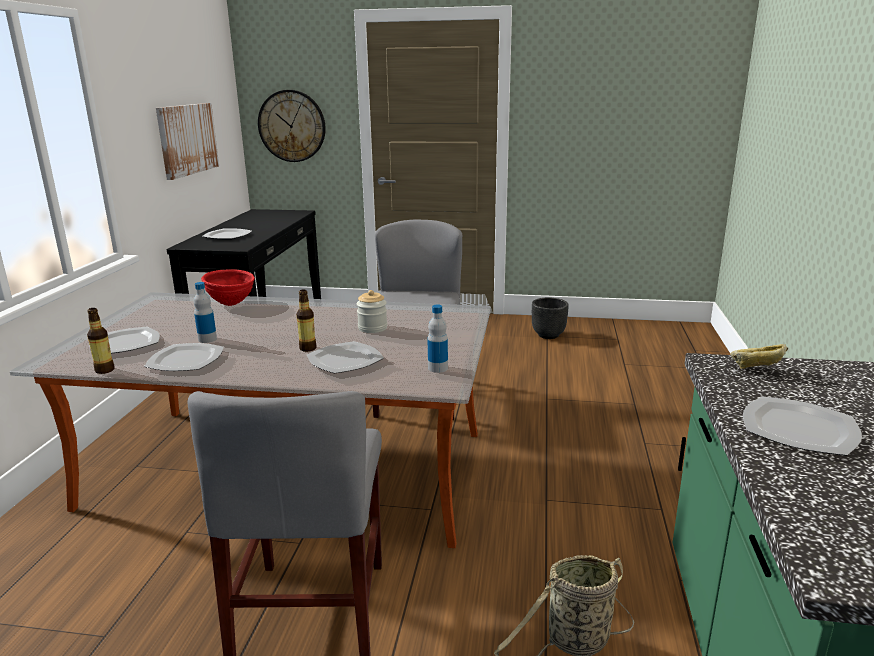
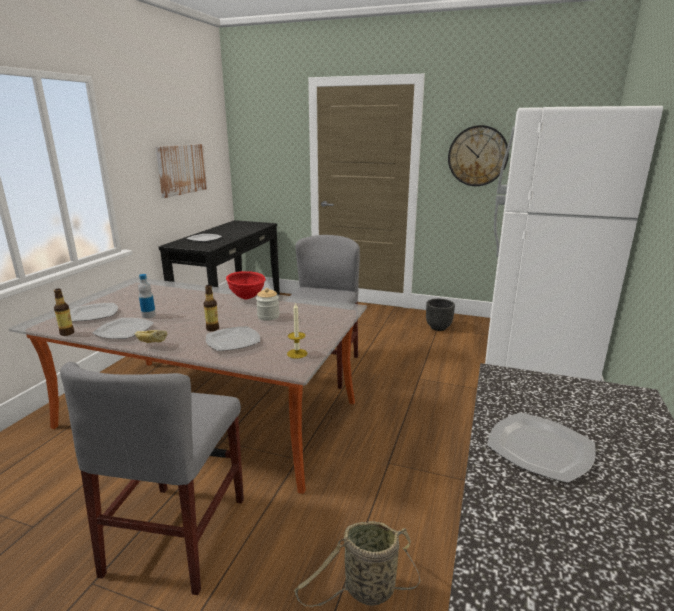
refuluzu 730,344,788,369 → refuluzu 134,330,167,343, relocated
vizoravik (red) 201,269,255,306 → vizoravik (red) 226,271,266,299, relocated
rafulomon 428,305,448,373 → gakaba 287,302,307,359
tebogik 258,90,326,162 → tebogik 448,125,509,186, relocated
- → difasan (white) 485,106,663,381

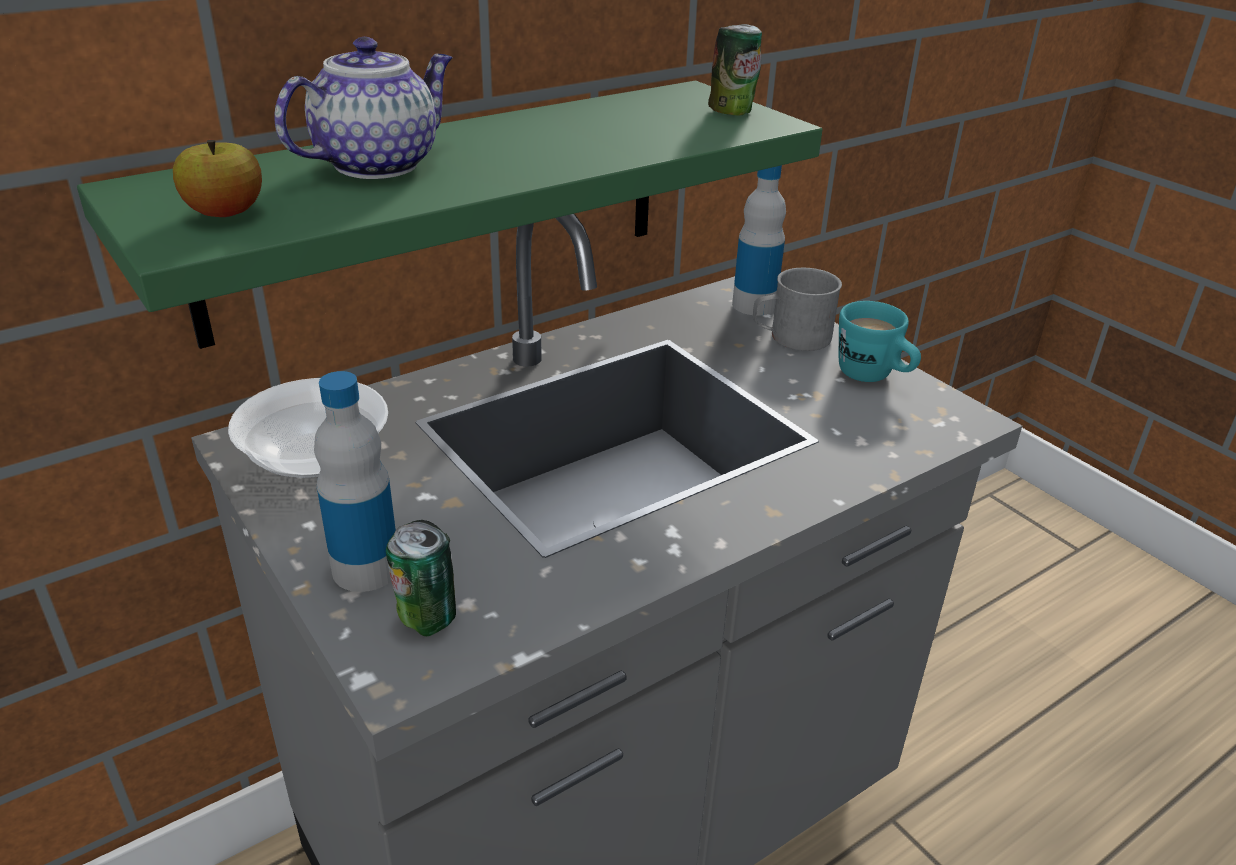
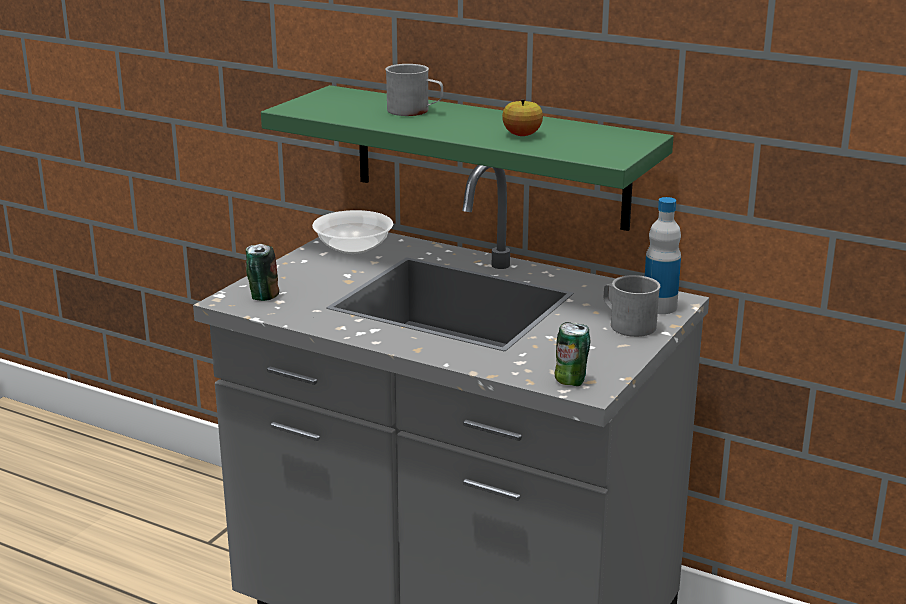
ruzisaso 274,37,453,179 → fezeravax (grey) 385,64,443,116
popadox 173,140,262,217 → popadox 502,99,543,136, relocated
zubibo 708,24,762,115 → zubibo 554,322,590,386, relocated
rafulomon 314,371,396,592 → -
fezeravax (turquoise) 839,301,921,382 → -

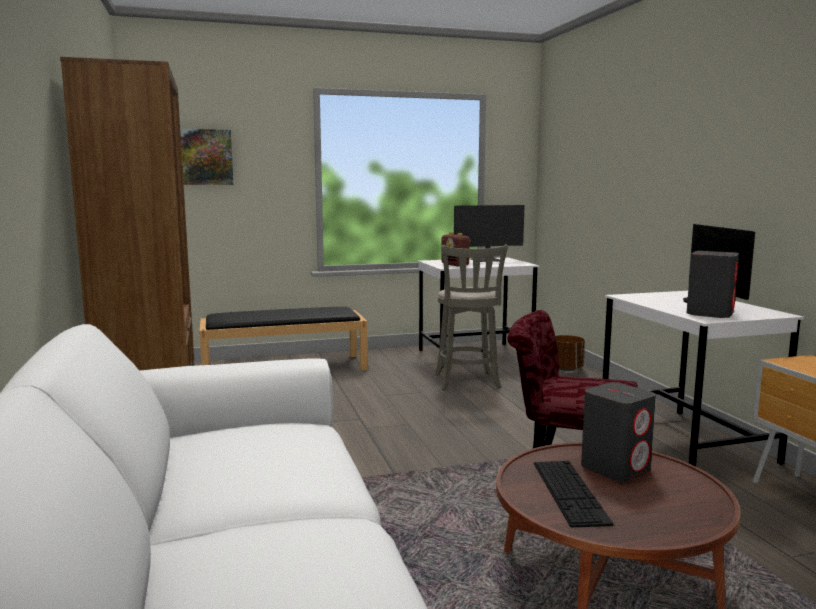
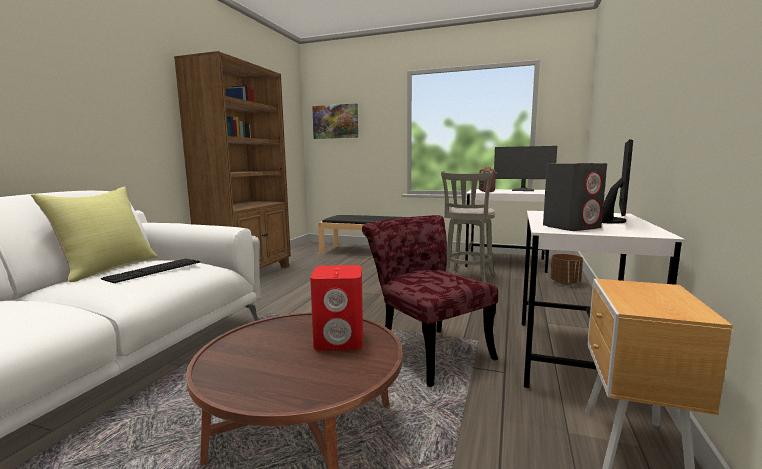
- → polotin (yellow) 31,187,158,282
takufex 534,461,613,527 → takufex 101,258,200,283, relocated
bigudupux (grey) 581,382,656,482 → bigudupux (red) 310,265,363,351

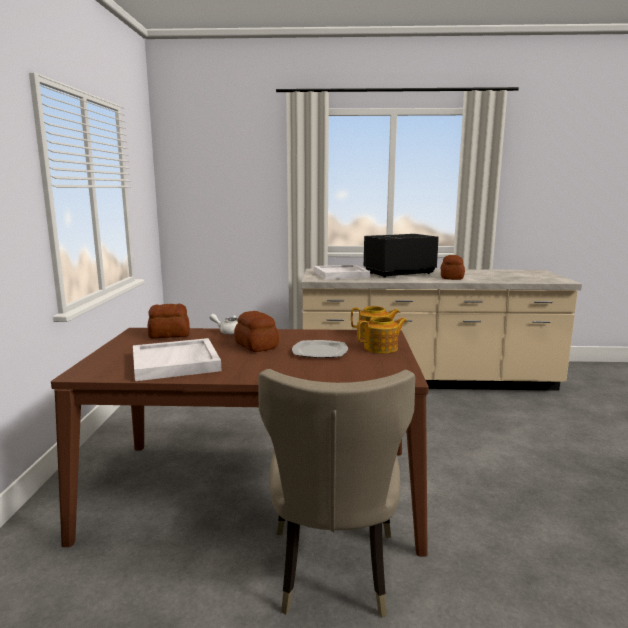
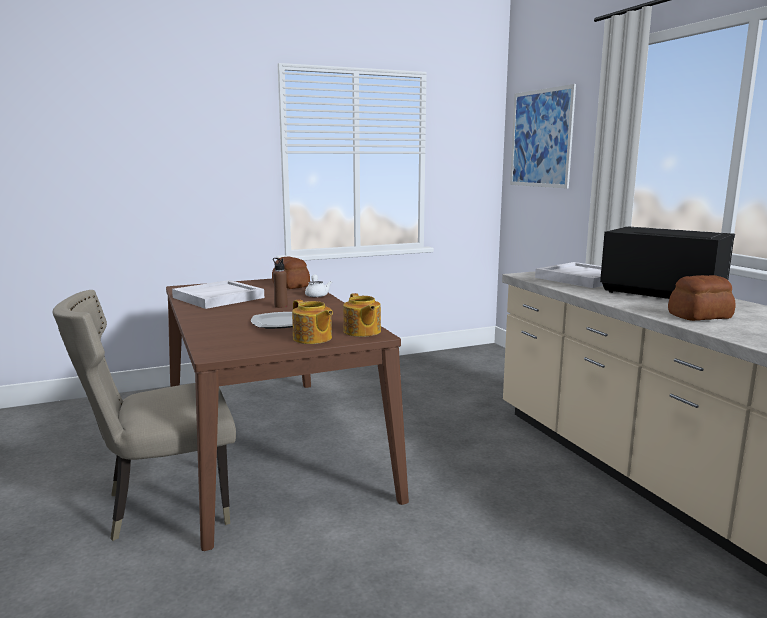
refuluzu 234,311,279,352 → rafulomon (brown) 273,258,288,308
- → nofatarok 510,84,576,189

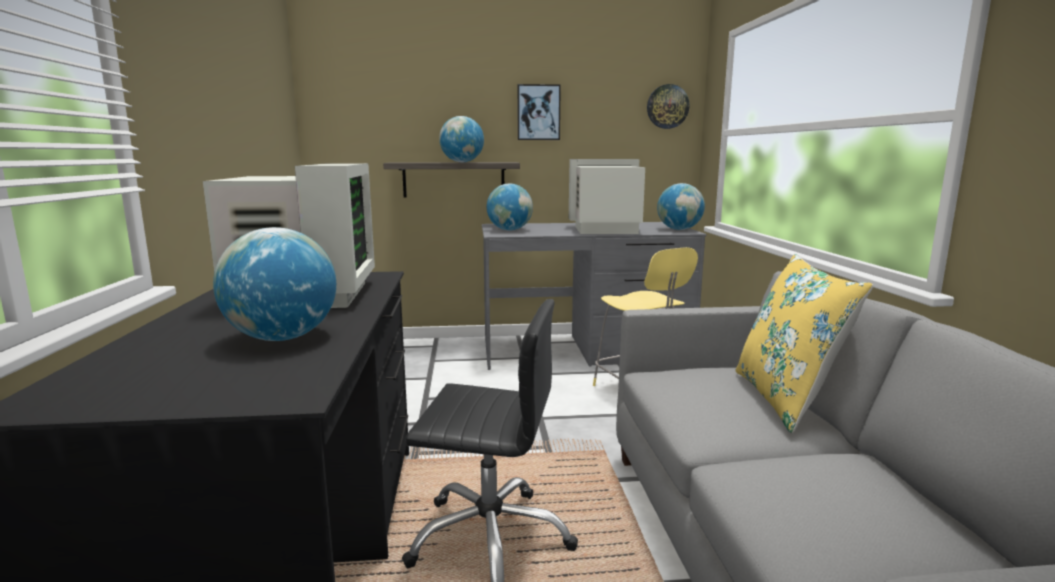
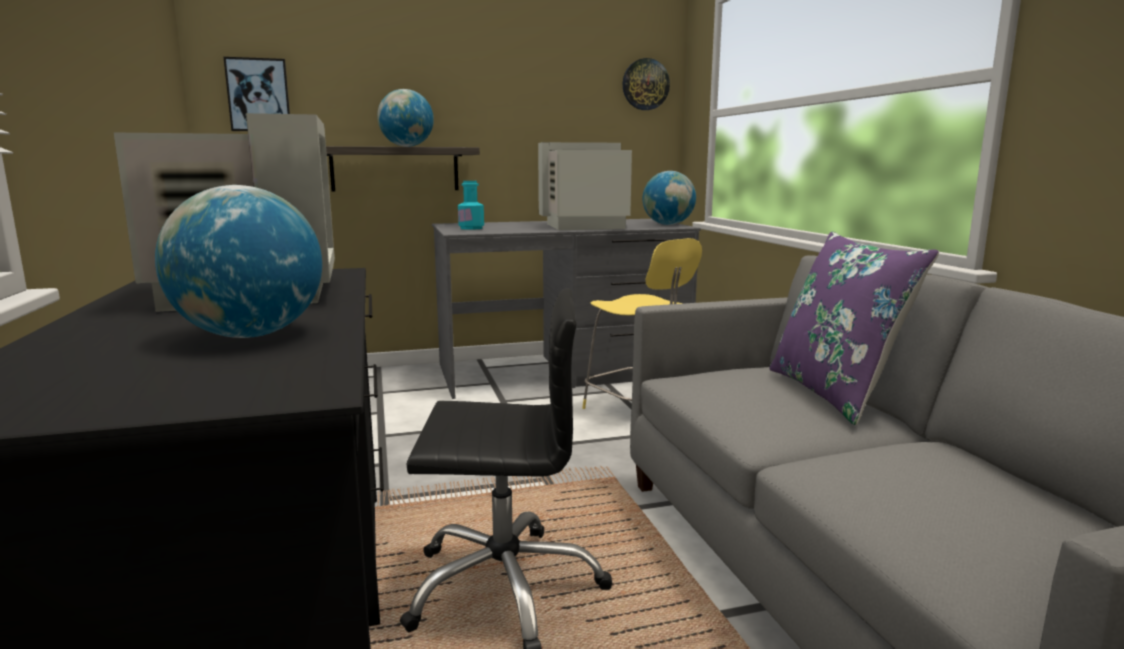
nofatarok 517,84,561,140 → nofatarok 224,57,290,131, relocated
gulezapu 487,183,533,231 → rafulomon (turquoise) 458,181,484,230
polotin (yellow) 735,254,873,433 → polotin (purple) 769,231,939,425

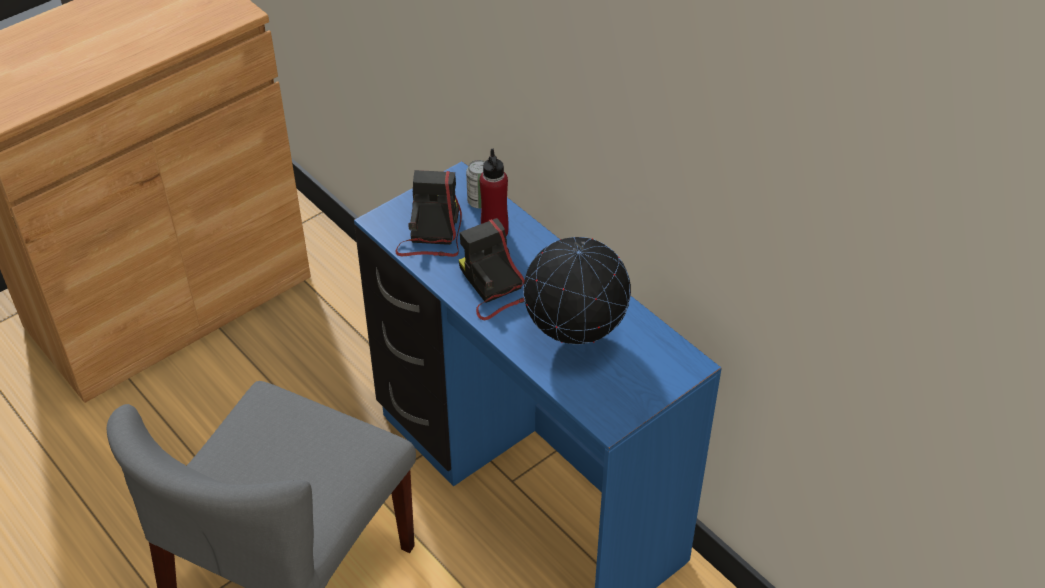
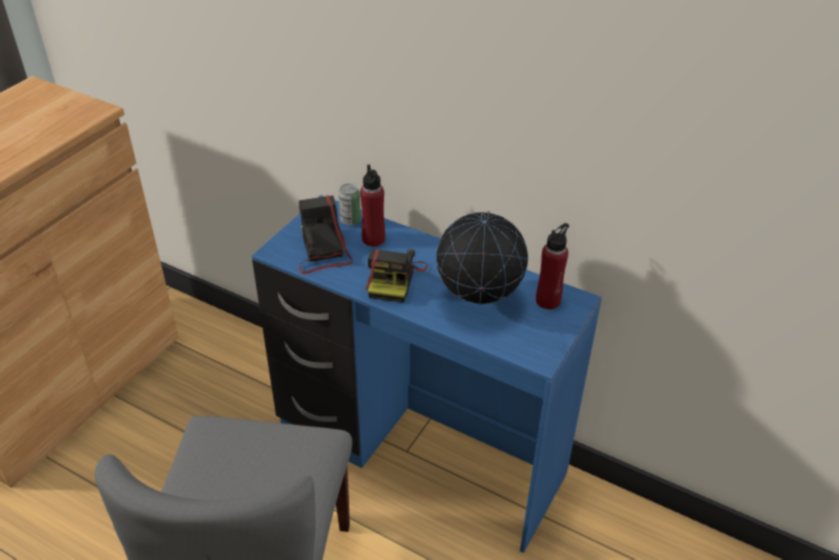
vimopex 459,218,525,320 → vimopex 366,249,428,303, 120 degrees counterclockwise
- → rafulomon (red) 536,223,569,309

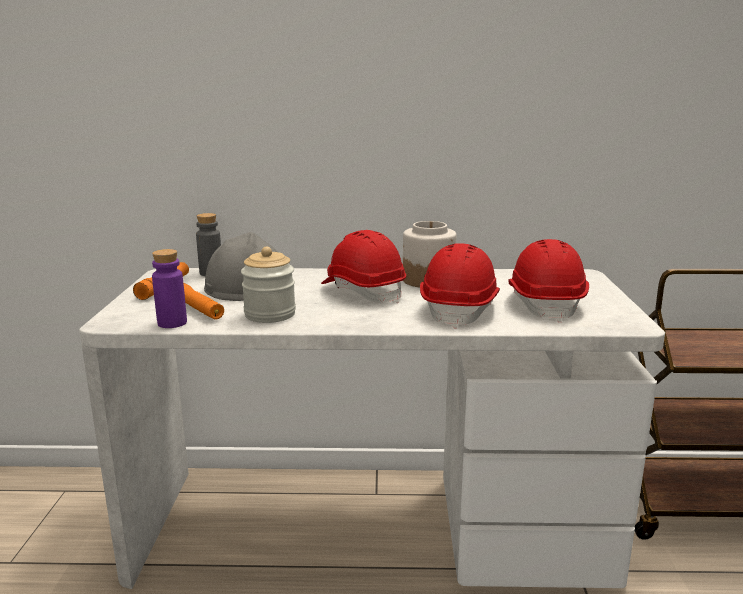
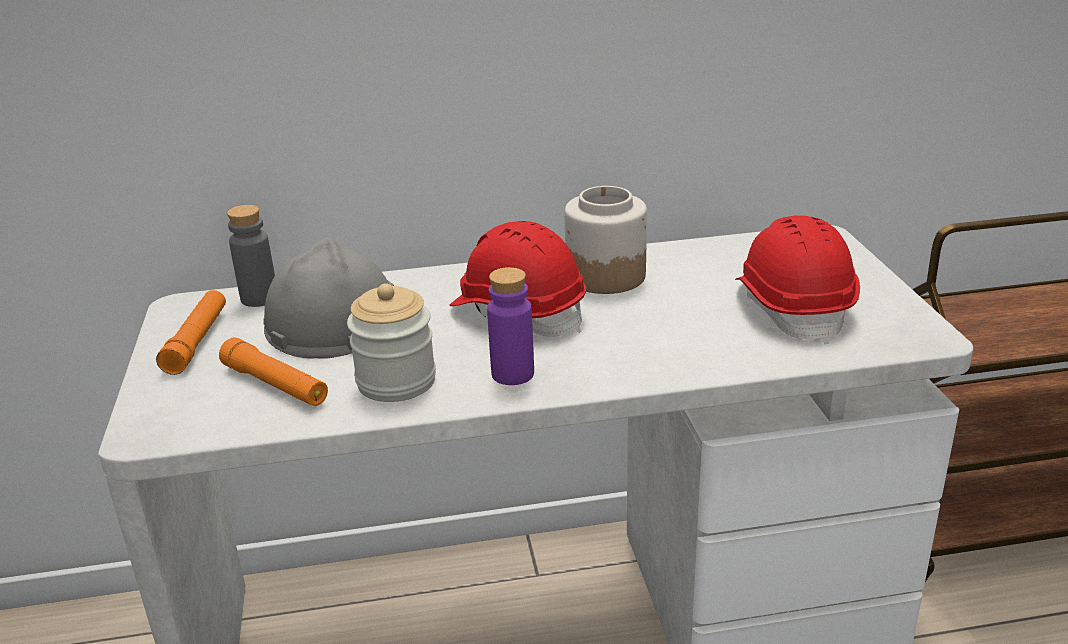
rafulomon (purple) 152,249,187,328 → rafulomon (purple) 487,267,534,385, relocated
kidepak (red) 420,243,500,329 → -

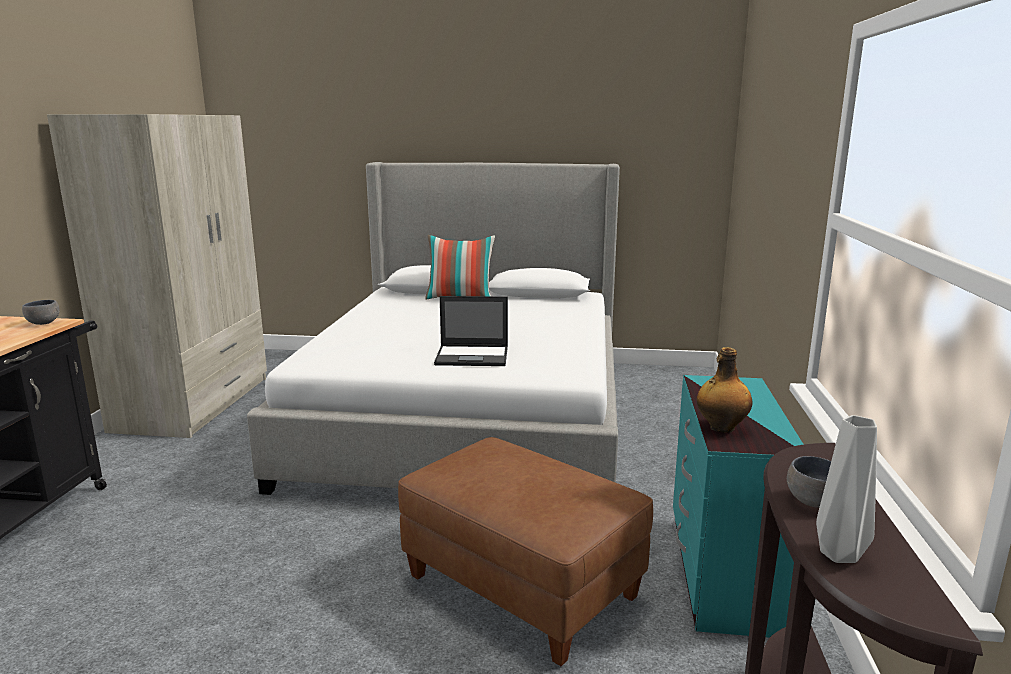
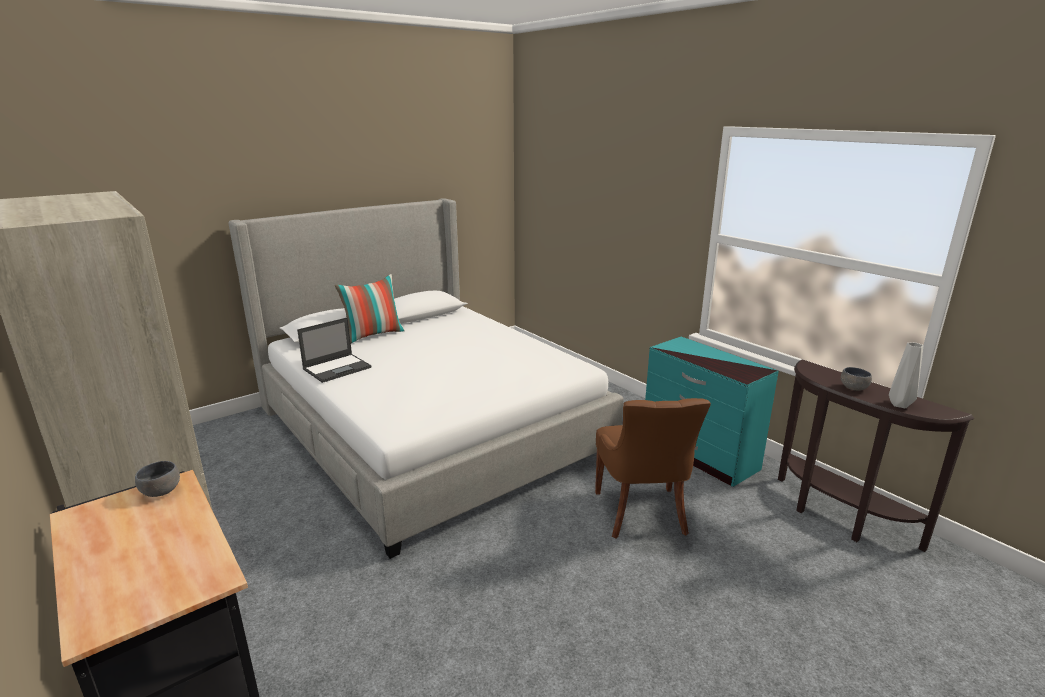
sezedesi 434,296,508,366 → sezedesi 297,317,371,383, relocated
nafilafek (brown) 398,437,653,666 → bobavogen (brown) 595,398,711,539
rafulomon 697,347,753,433 → -

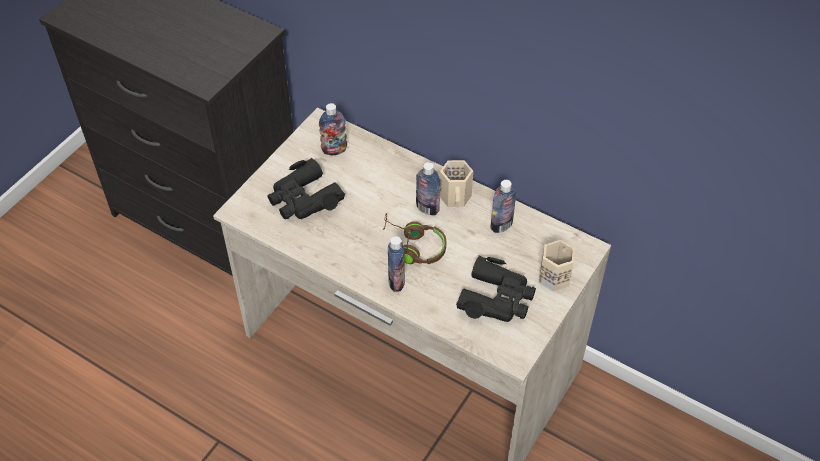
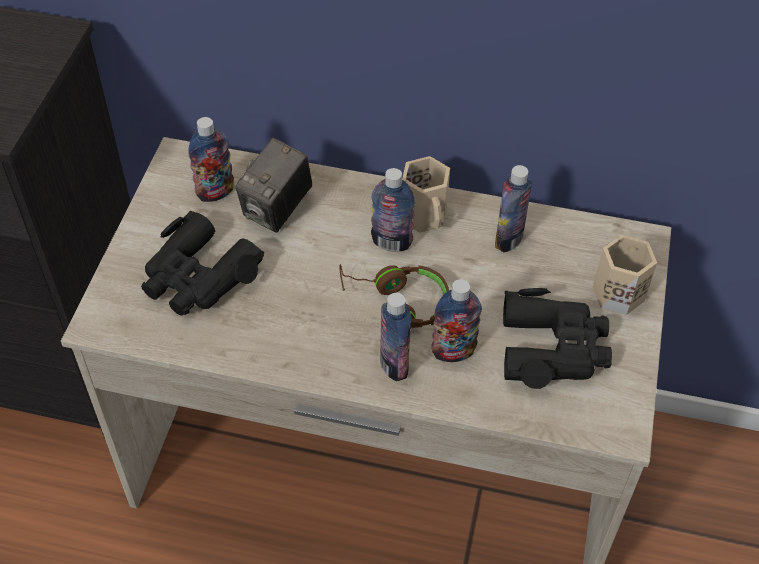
- → vimopex 236,138,312,233
- → rafulomon 431,279,482,362

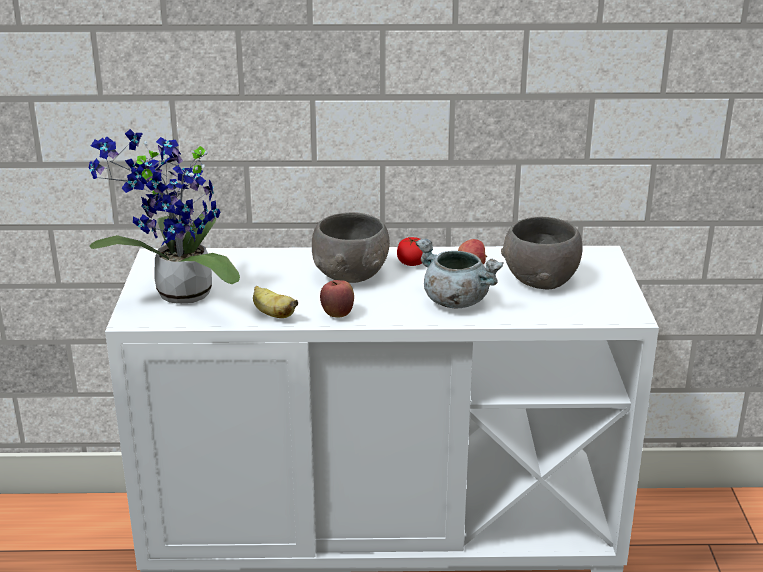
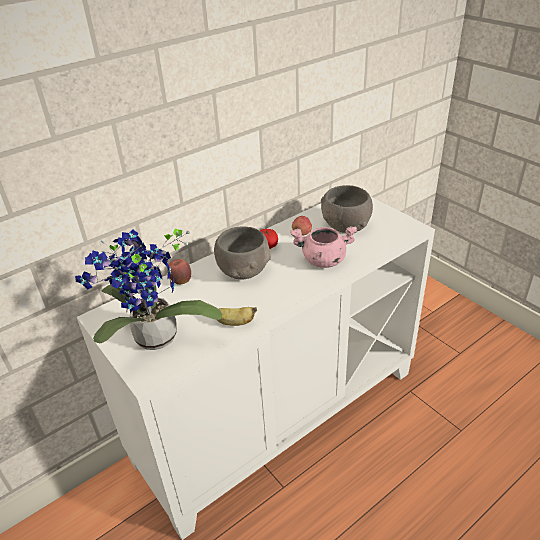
popadox 320,280,354,318 → popadox 167,259,191,285, relocated
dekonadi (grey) 415,239,504,308 → dekonadi (pink) 290,226,357,268

